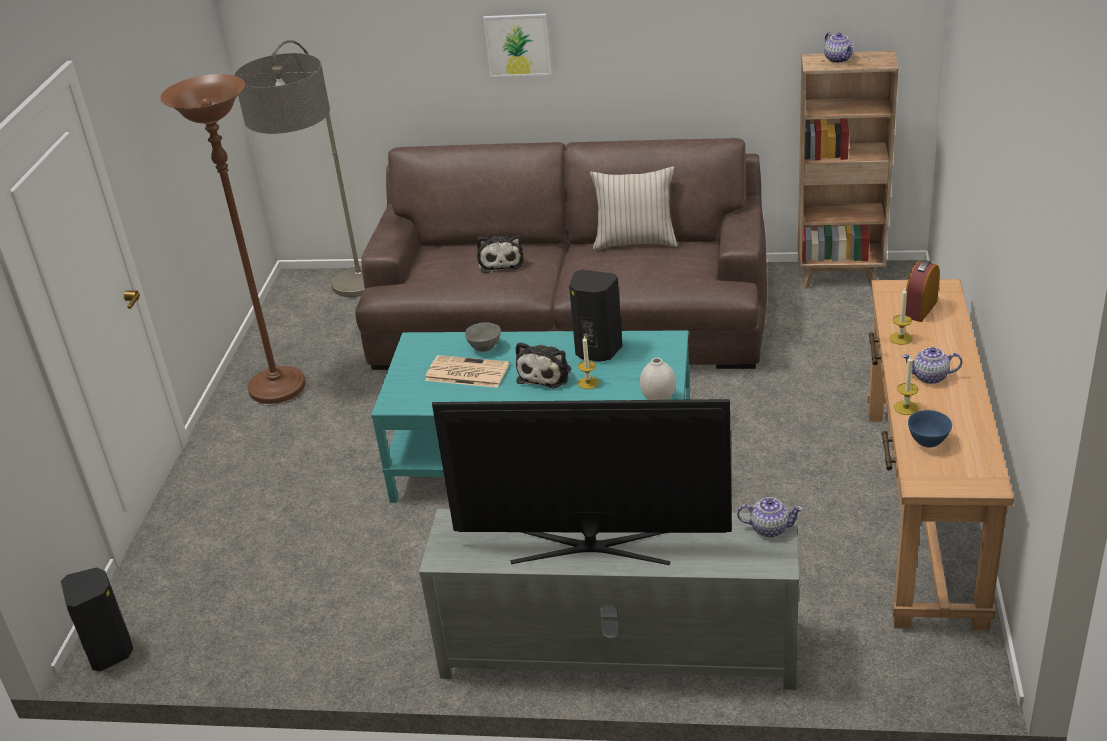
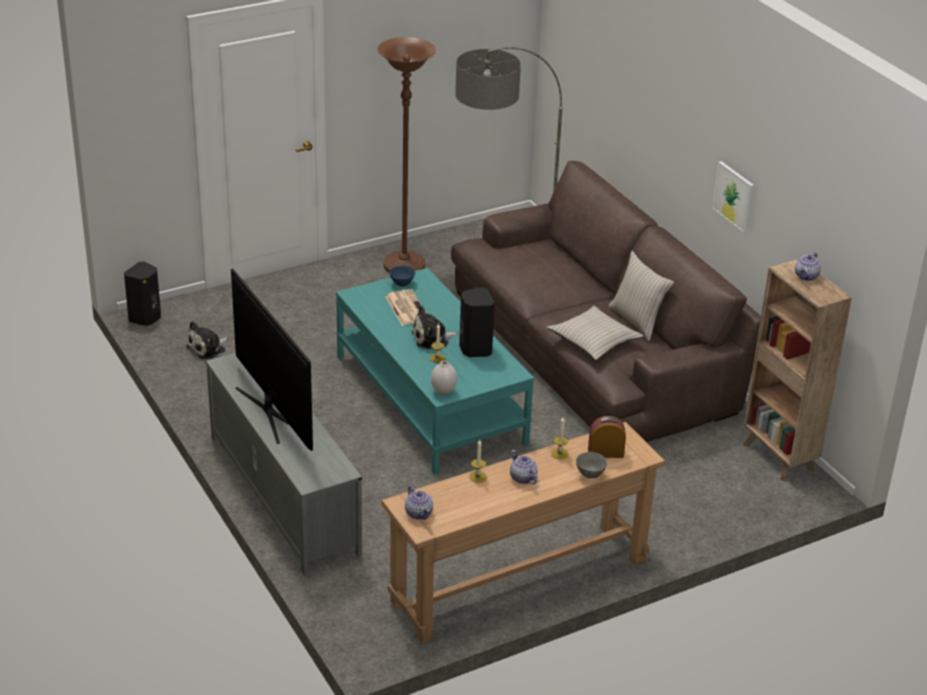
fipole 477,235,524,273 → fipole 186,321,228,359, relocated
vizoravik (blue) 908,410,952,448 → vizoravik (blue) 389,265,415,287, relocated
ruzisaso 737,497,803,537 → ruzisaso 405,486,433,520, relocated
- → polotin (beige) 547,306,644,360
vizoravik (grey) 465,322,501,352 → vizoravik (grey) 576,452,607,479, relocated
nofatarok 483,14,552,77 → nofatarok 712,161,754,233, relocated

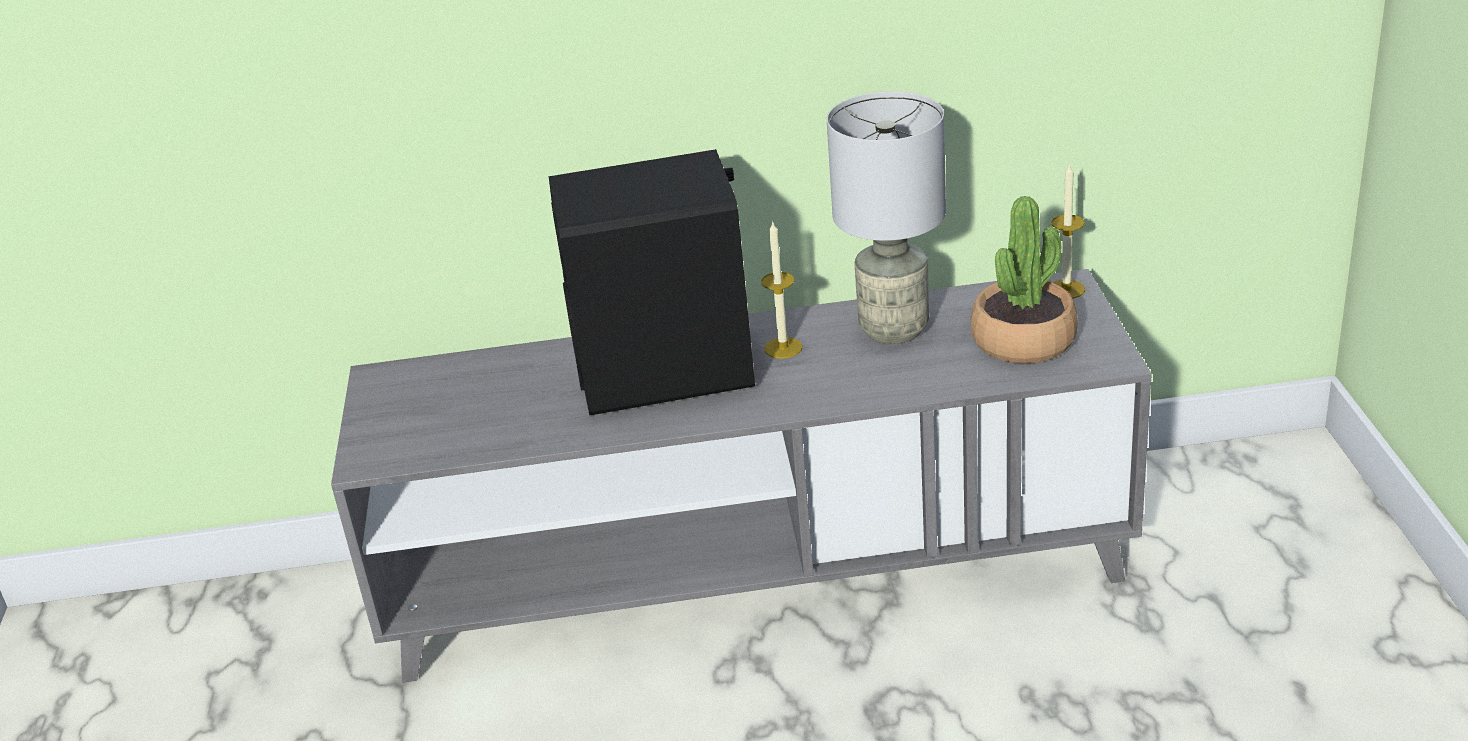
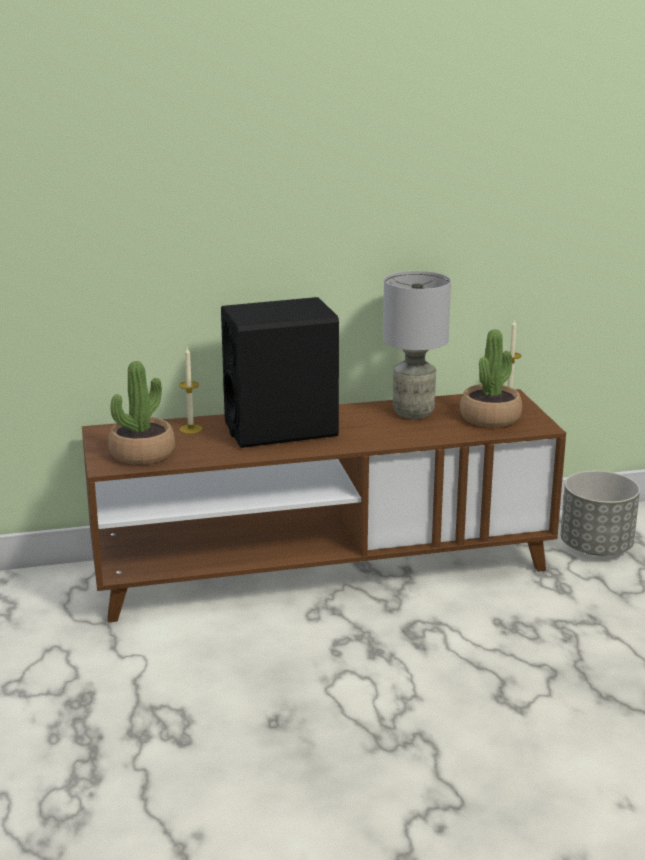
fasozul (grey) 331,269,1152,683 → fasozul (brown) 82,389,566,622
- → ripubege 108,361,175,465
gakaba 761,221,802,359 → gakaba 179,347,203,434, relocated
- → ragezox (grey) 560,471,640,556

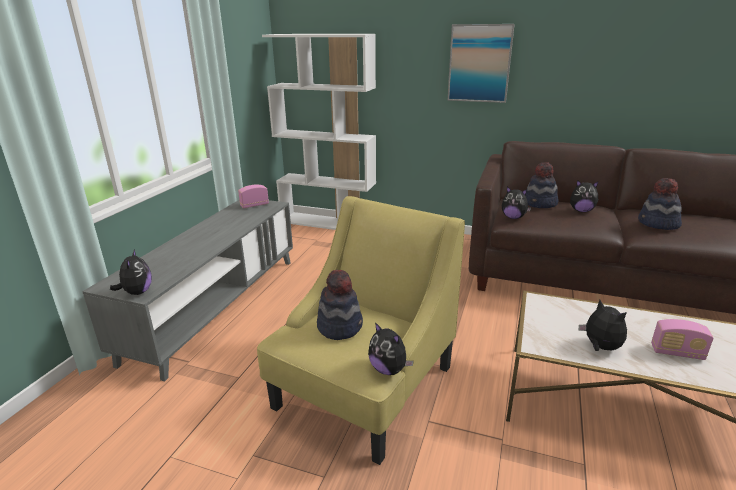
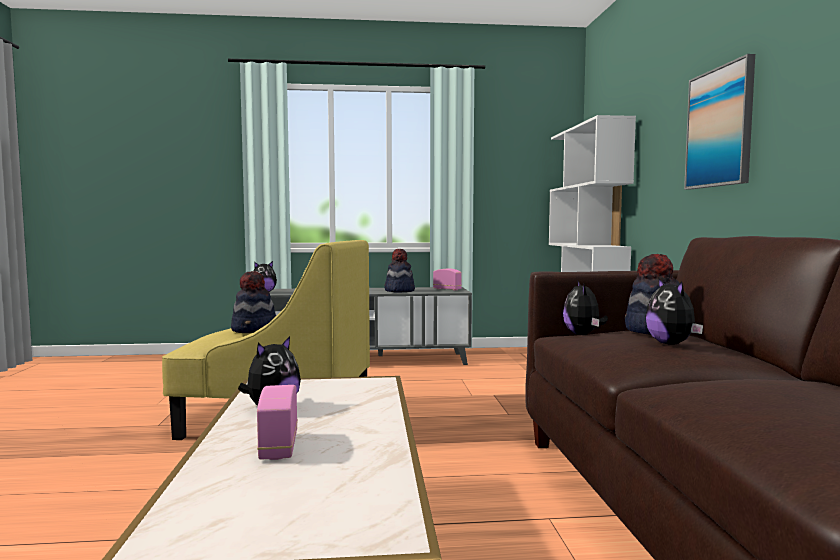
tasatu 638,178,682,230 → tasatu 384,249,415,293, relocated
fipole 368,322,414,375 → -

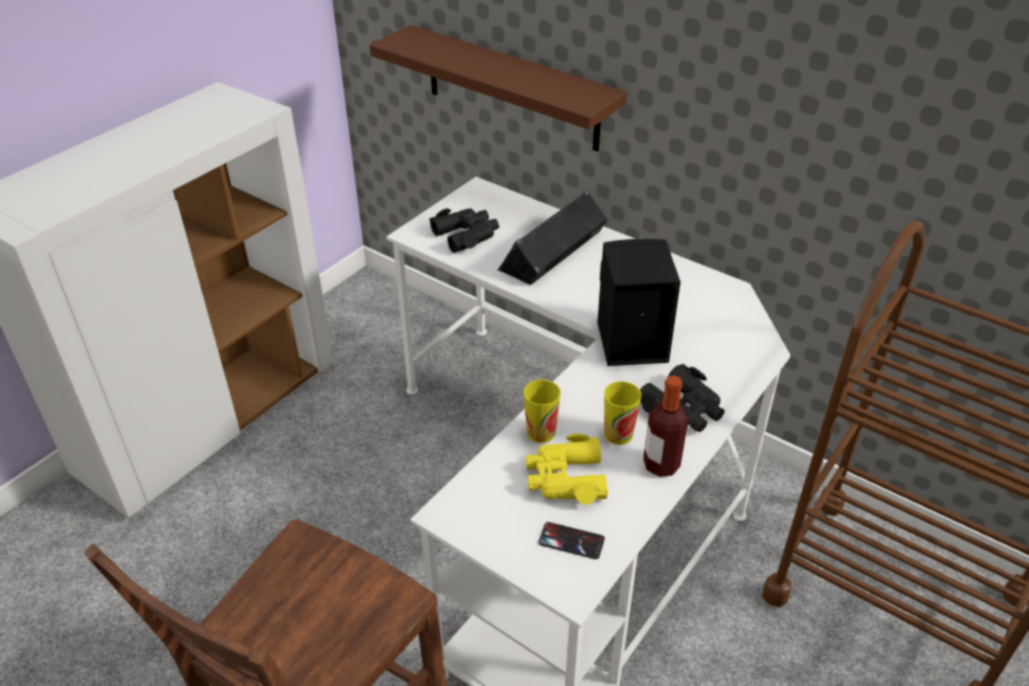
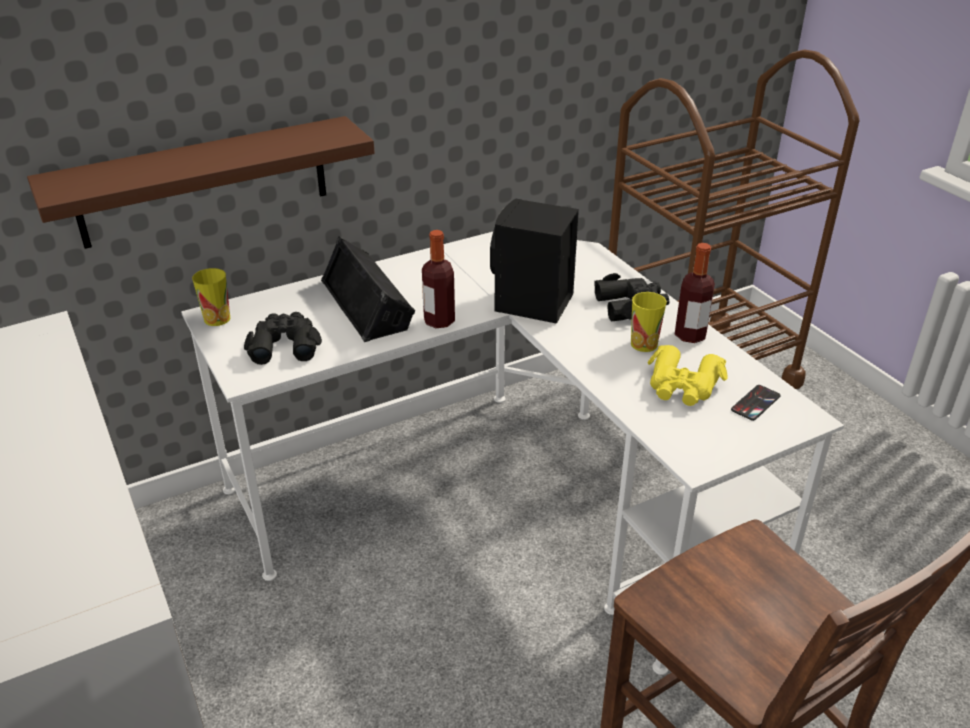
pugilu 524,379,561,443 → pugilu 192,268,230,326, relocated
- → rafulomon 422,230,455,328

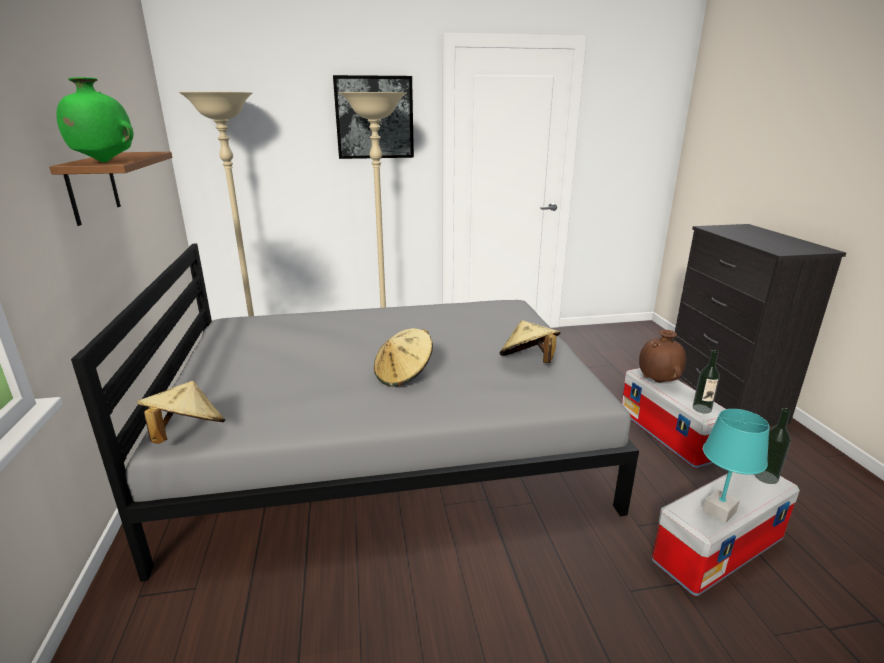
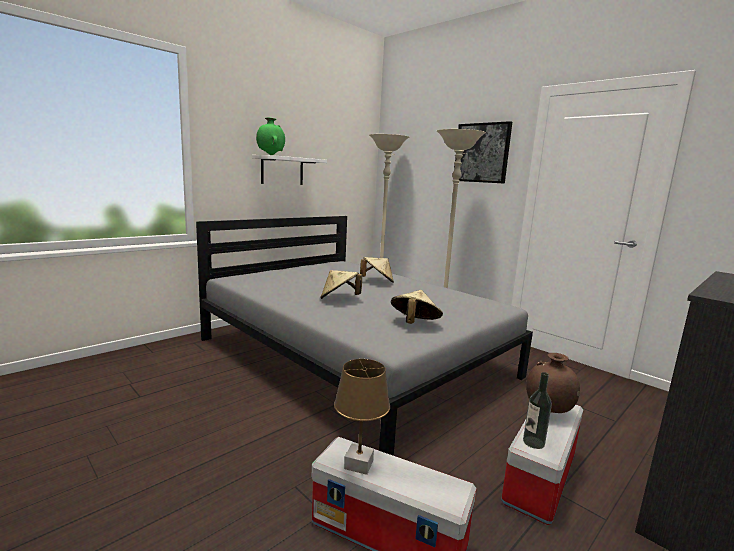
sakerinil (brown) 49,152,172,226 → sakerinil (white) 252,155,327,185
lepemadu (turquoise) 703,409,770,523 → lepemadu (brown) 334,359,390,475
tasatu (beige) 137,381,225,444 → tasatu (beige) 360,257,394,283, relocated
rafulomon 754,408,791,484 → -

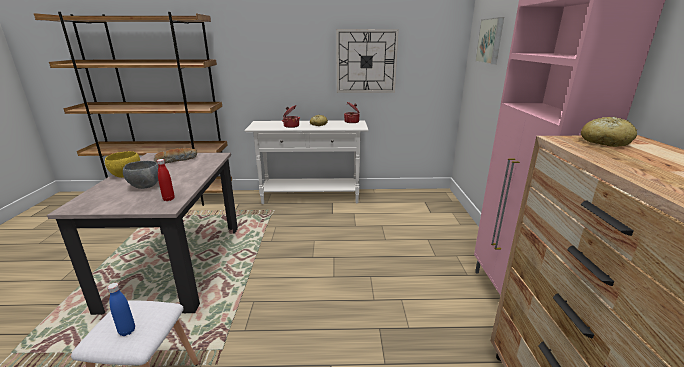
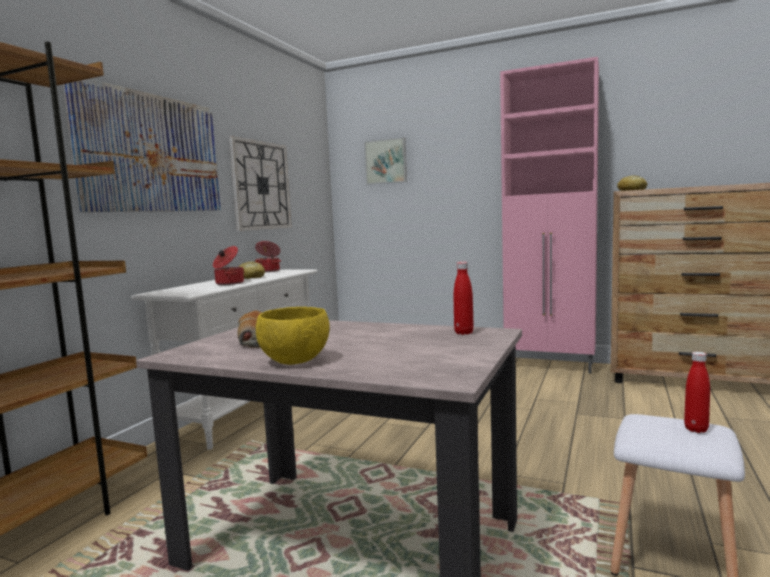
- → nofatarok 63,79,220,212
rafulomon (blue) 107,283,135,336 → rafulomon (red) 684,352,710,433
vizoravik (grey) 123,161,158,189 → -

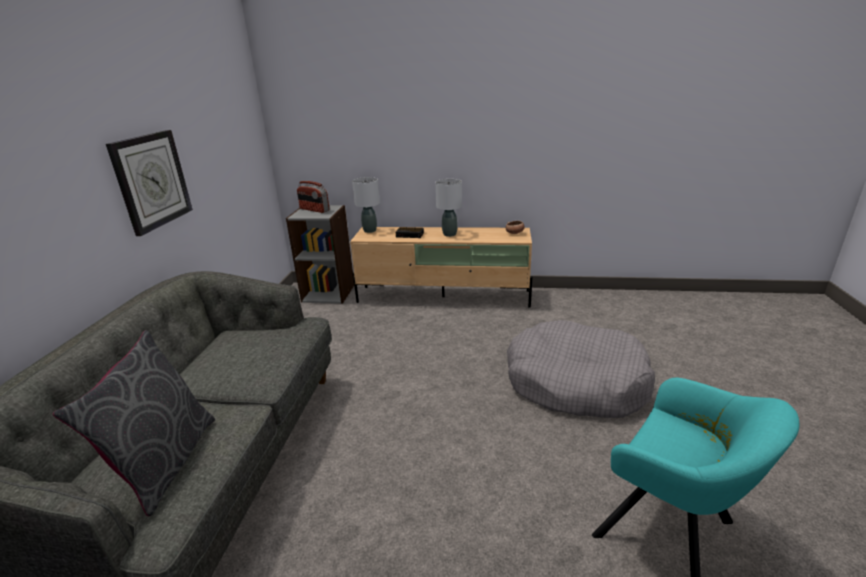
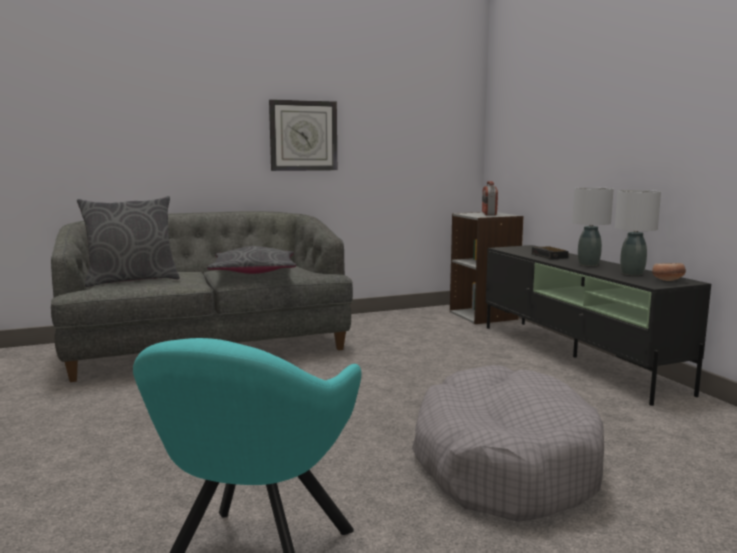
- → polotin (grey) 207,246,296,274
fasozul (beige) 350,227,532,308 → fasozul (black) 486,245,711,406
lepemadu (grey) 352,177,380,233 → lepemadu (grey) 615,190,661,275, relocated

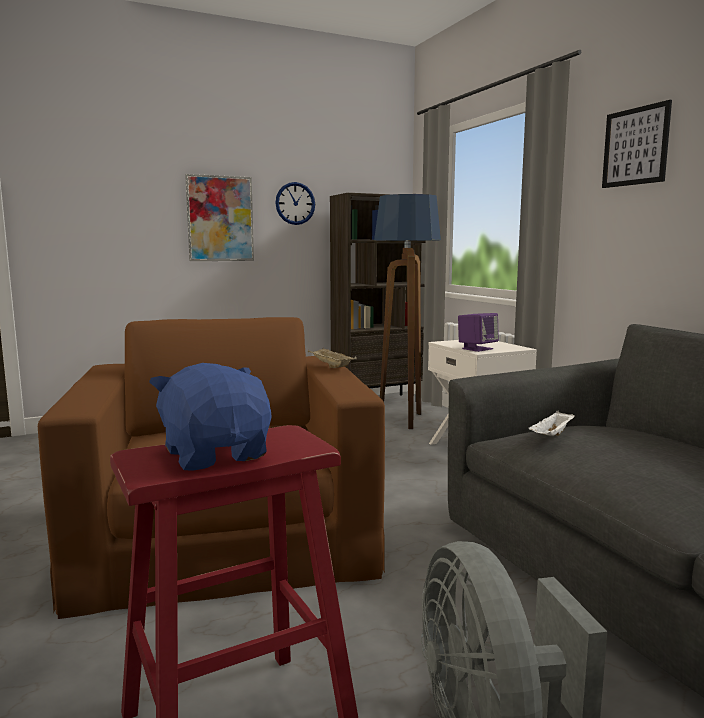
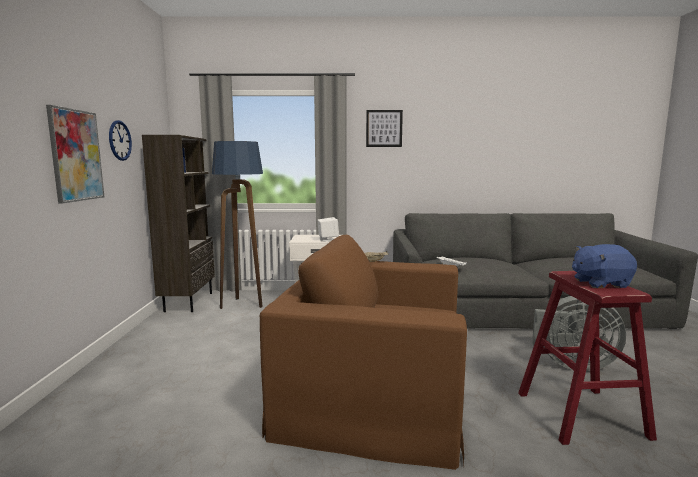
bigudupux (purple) 458,313,499,352 → bigudupux (white) 317,217,339,242

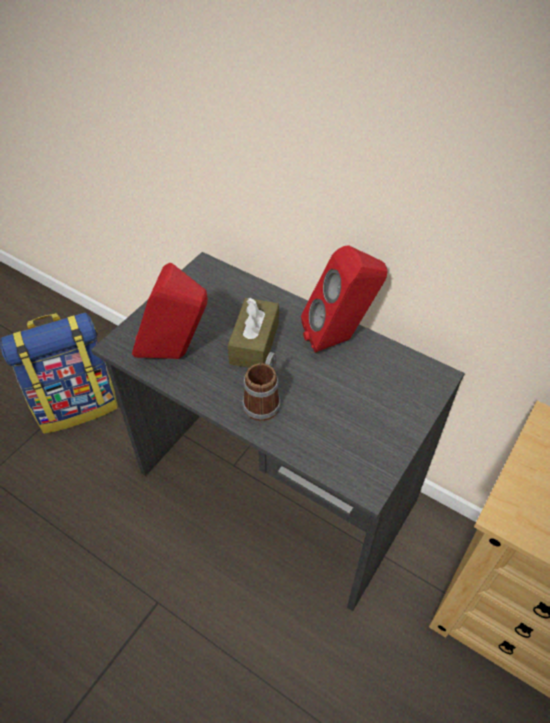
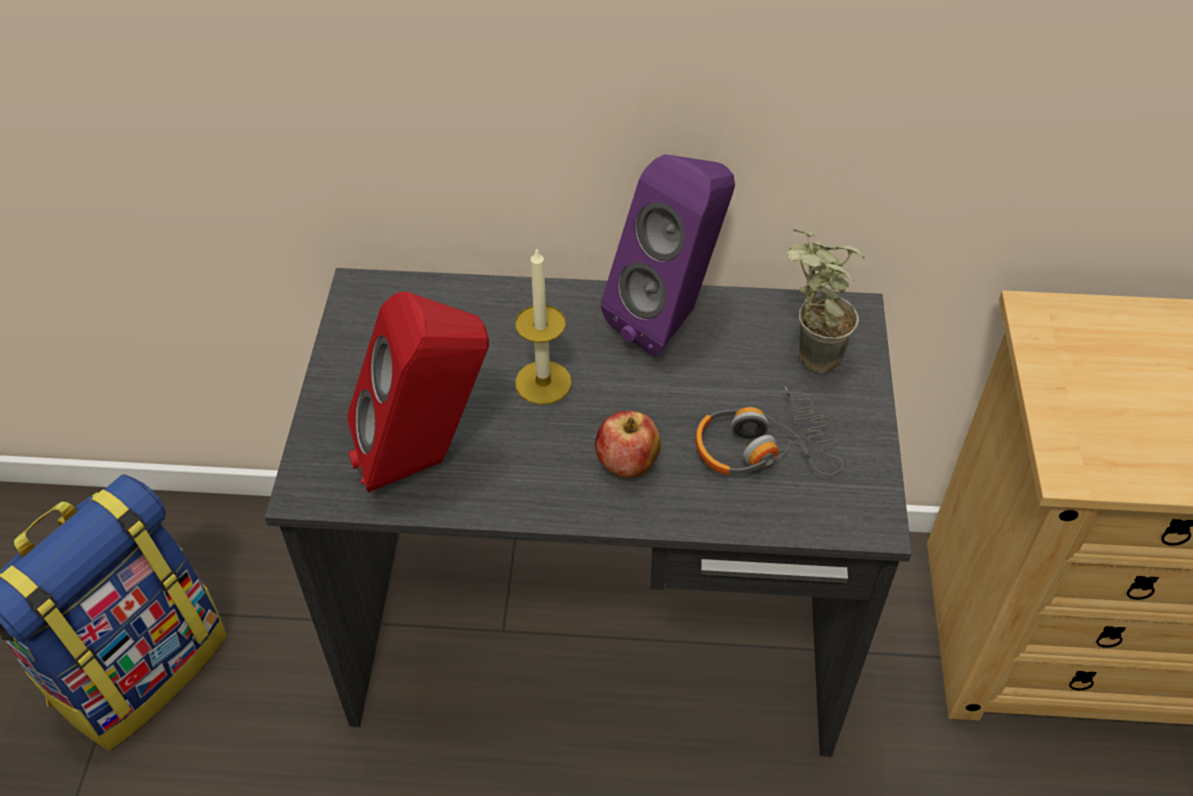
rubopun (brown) 228,298,279,368 → gakaba 515,247,572,405
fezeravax 242,352,281,421 → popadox 595,411,661,478
bigudupux (red) 301,245,388,353 → bigudupux (purple) 601,154,735,355
- → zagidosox 695,387,843,475
- → ripubege 787,229,865,373

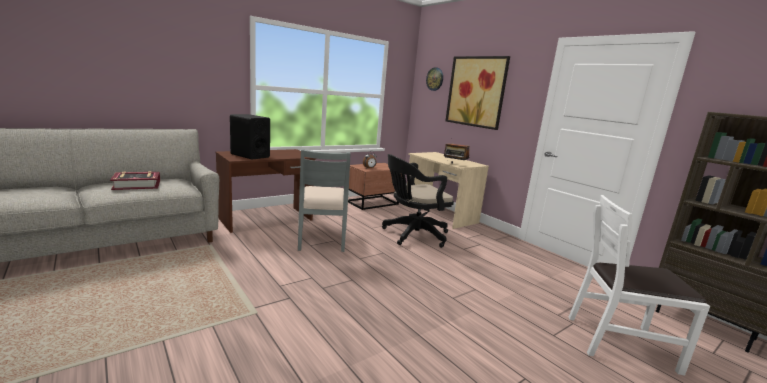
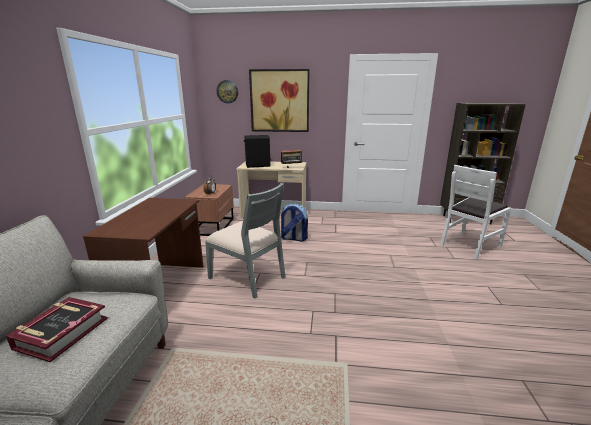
bigudupux (black) 230,114,270,159 → bigudupux (black) 244,135,270,168, relocated
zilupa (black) 382,154,454,248 → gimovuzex 280,203,308,242

